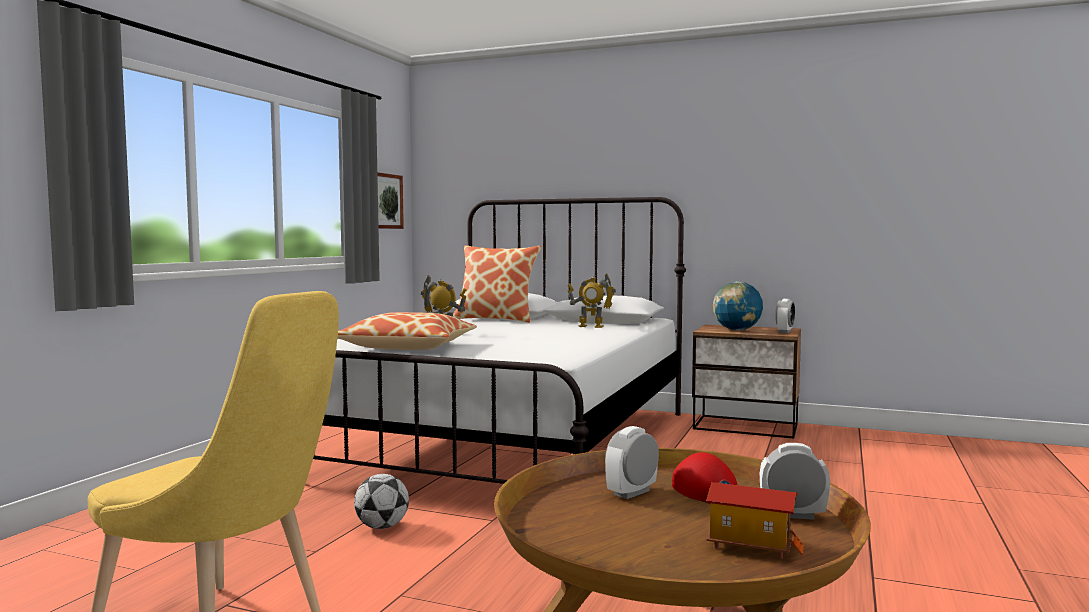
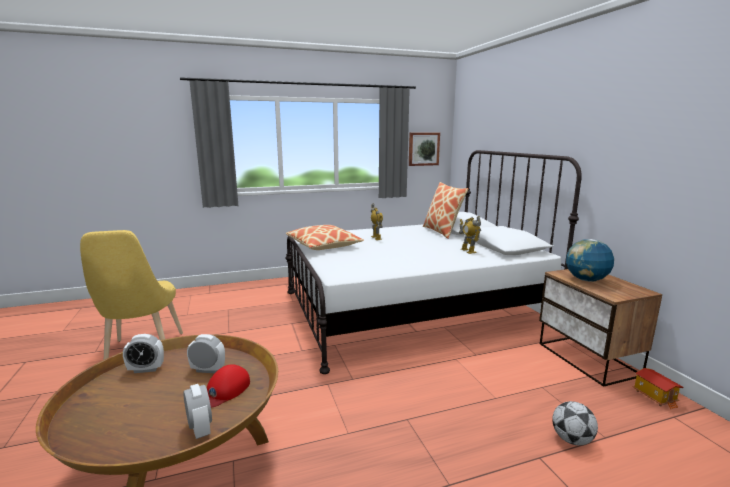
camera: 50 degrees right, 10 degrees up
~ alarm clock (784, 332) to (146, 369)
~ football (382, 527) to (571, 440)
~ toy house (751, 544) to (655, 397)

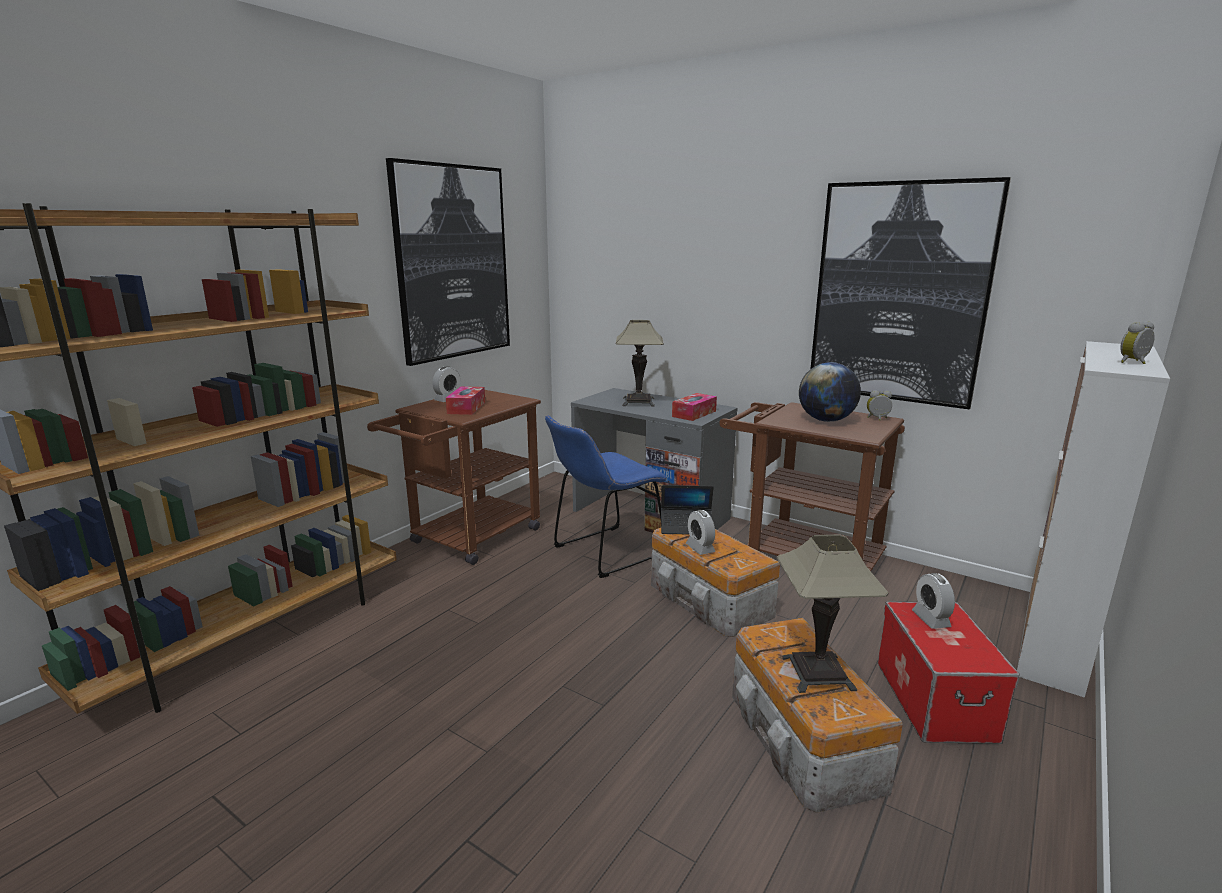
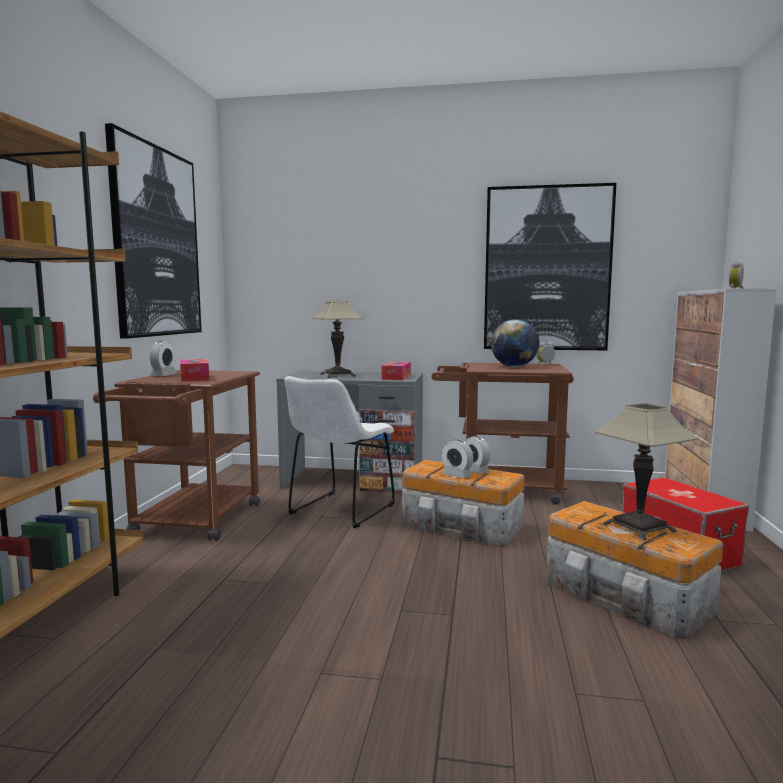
camera: 25 degrees left, 10 degrees down
~ chair in blue (604, 553) to chair in white (339, 511)
- laptop (686, 527)
~ alarm clock (930, 619) to (475, 471)

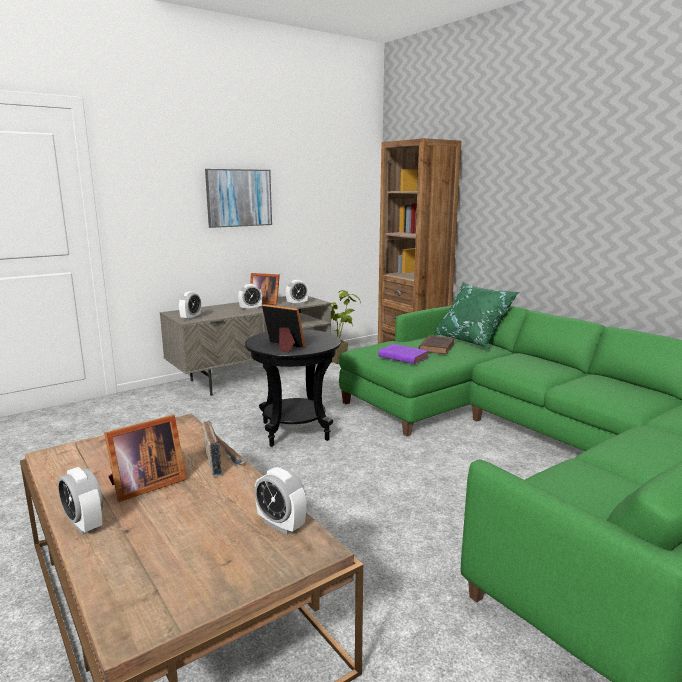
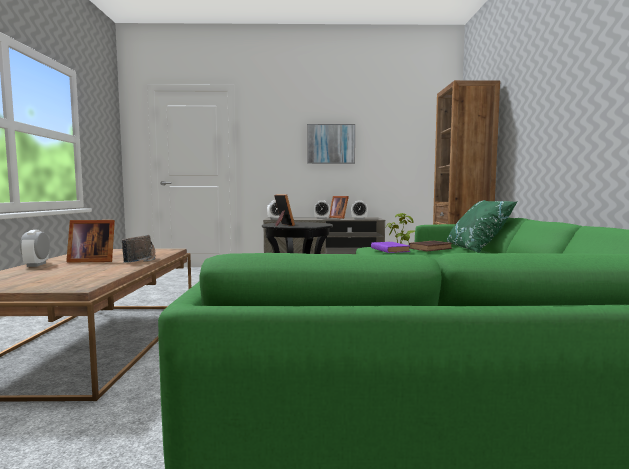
camera: 35 degrees right, 10 degrees down
- alarm clock (281, 524)

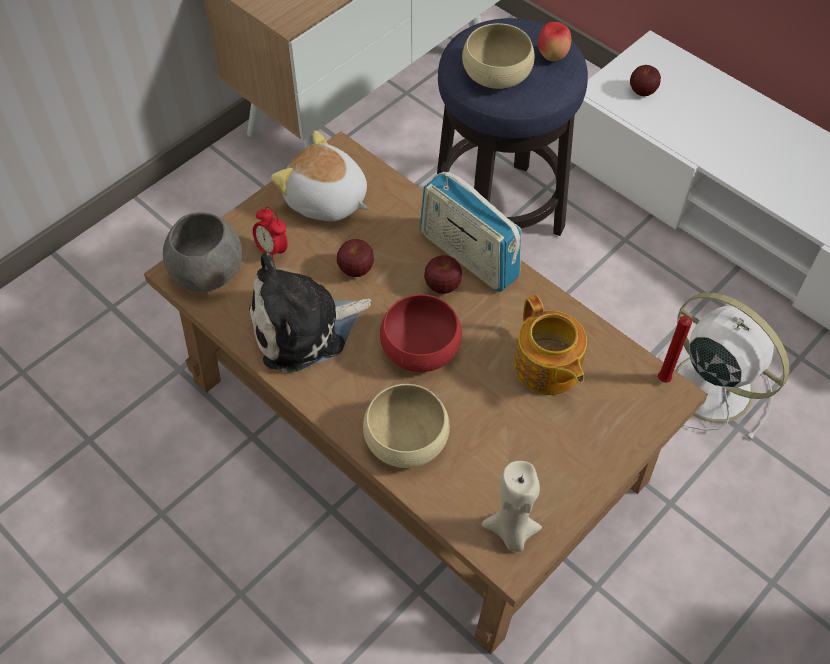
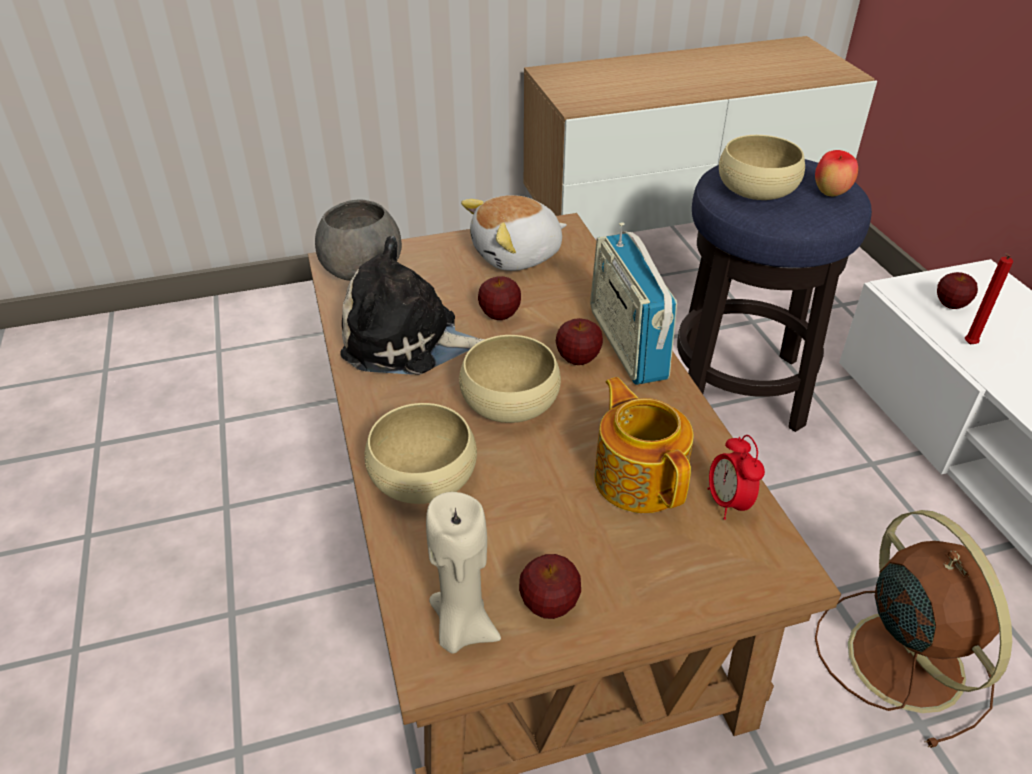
camera: 30 degrees right, 15 degrees down
~ plush toy (326, 200) = (517, 255) 90 degrees counterclockwise
~ alarm clock (272, 250) to (728, 502)
~ fan in white (709, 385) to fan in brown (902, 656)
~ bowl in red (420, 347) to bowl in beige (509, 401)
~ teapot (547, 368) = (639, 477) 150 degrees clockwise
~ candle in red (663, 381) to (968, 345)
+ apple (550, 604)

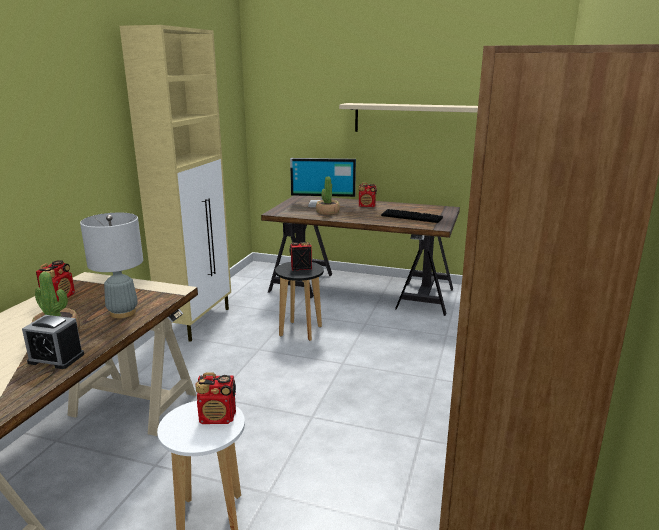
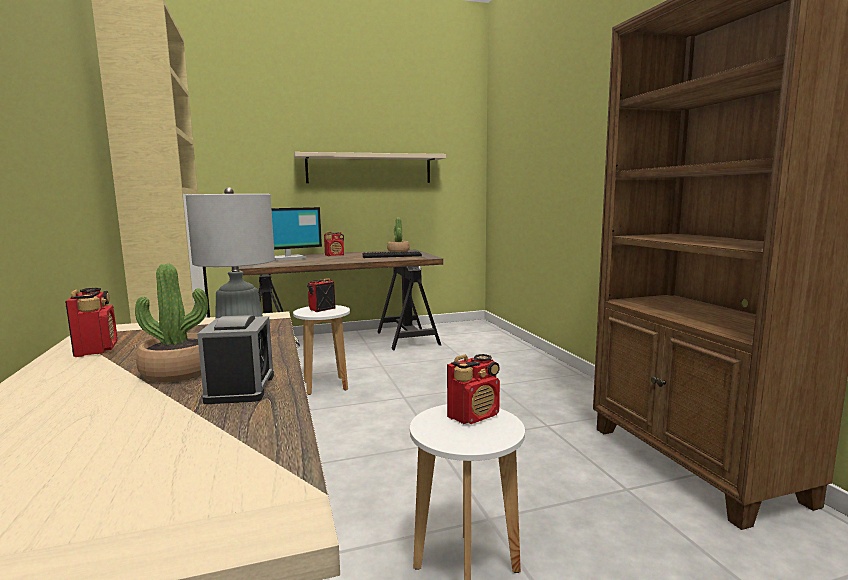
camera: 35 degrees left, 10 degrees down
~ potted plant (327, 212) to (398, 251)
~ stool in black (300, 331) to stool in white (325, 386)
~ alarm clock (56, 358) = (240, 388) 75 degrees counterclockwise

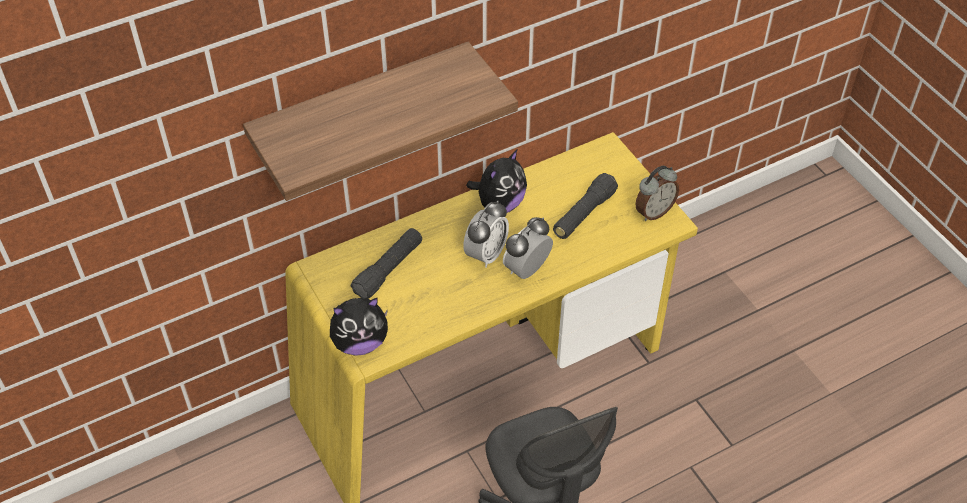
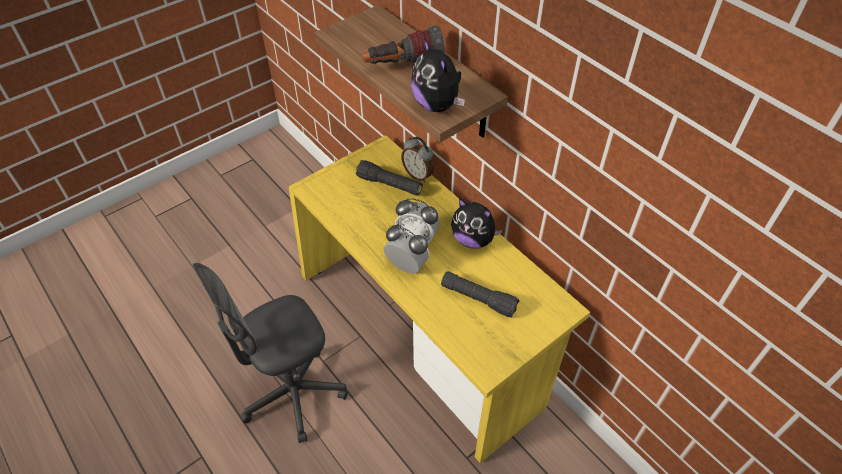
camera: 80 degrees right, 0 degrees up
~ alarm clock (653, 212) to (418, 175)
~ plush toy (360, 342) to (437, 105)
+ flashlight (403, 66)

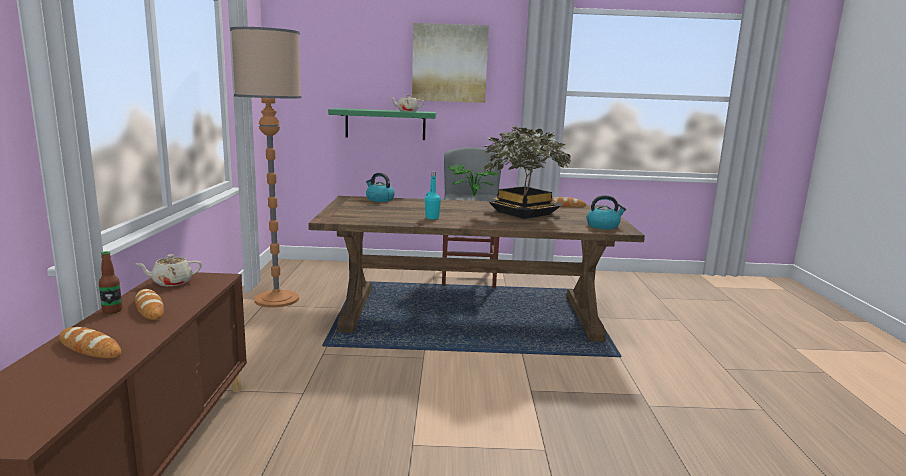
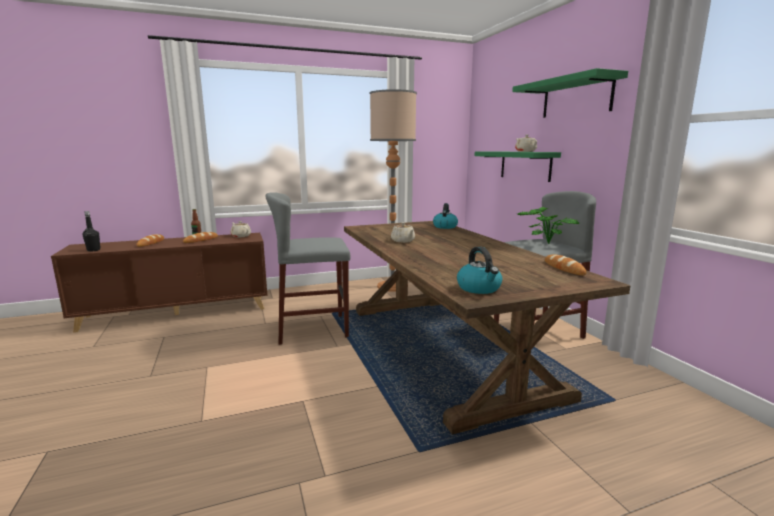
camera: 70 degrees right, 0 degrees up
~ picture (449, 63) to shelf in green (576, 97)
- potted plant (523, 213)
~ bottle in turquoise (432, 218) to teapot in beige (403, 241)
+ stool in grey (313, 329)
+ bottle in black (93, 250)

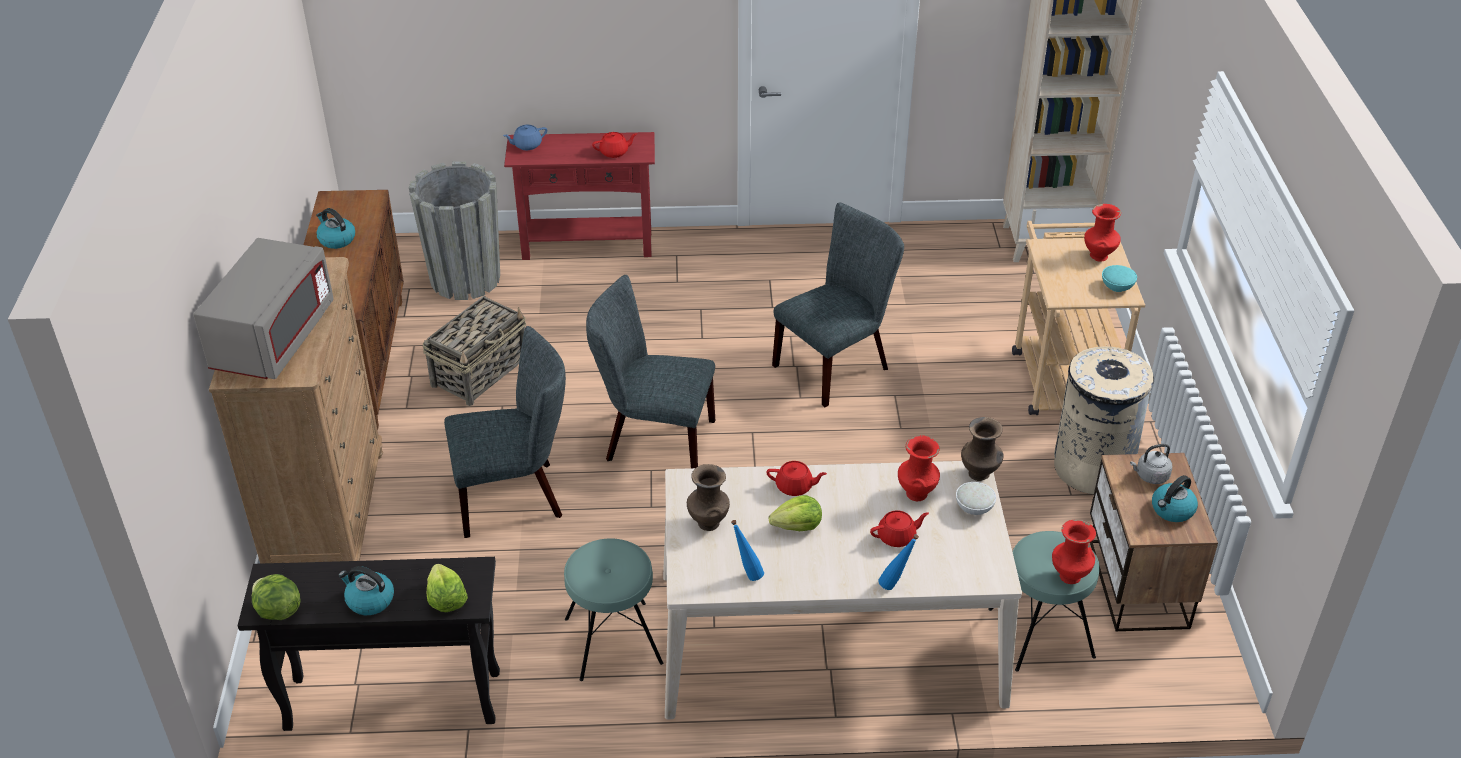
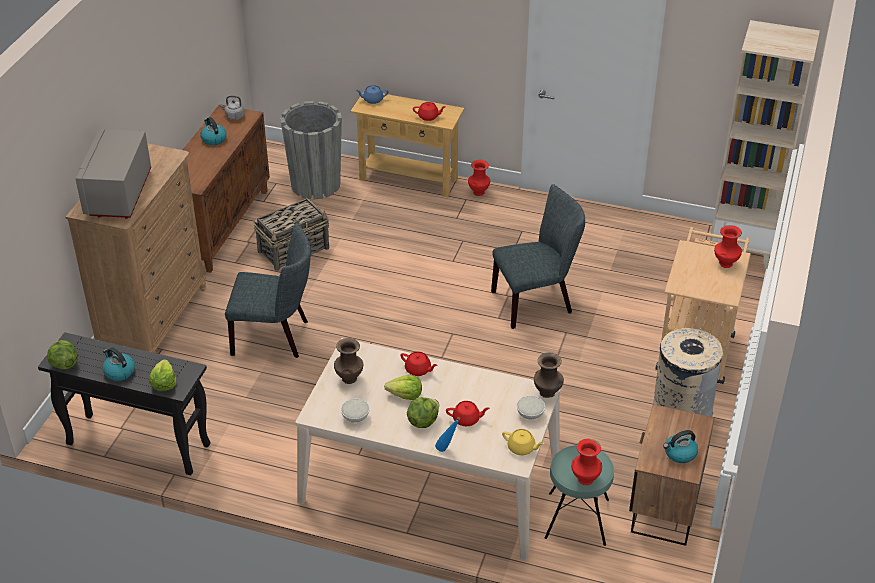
camera: 20 degrees right, 0 degrees up
~ console table in red (587, 245) to console table in beige (408, 179)
~ microwave in grey (274, 339) = (118, 194) 150 degrees clockwise
- bowl in turquoise (1117, 287)
- chair in grey (653, 440)
~ vase in red (916, 493) to (478, 192)
~ kettle in grey (1150, 476) to (233, 116)
~ bottle in blue (747, 573) to bowl in white (355, 417)
- stool in turquoise (613, 640)
+ lettuce (423, 421)
+ teapot in yellow (521, 448)

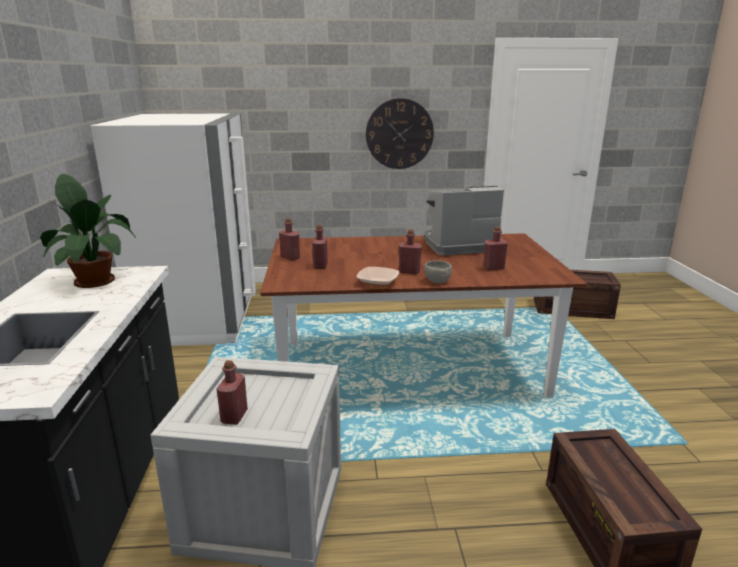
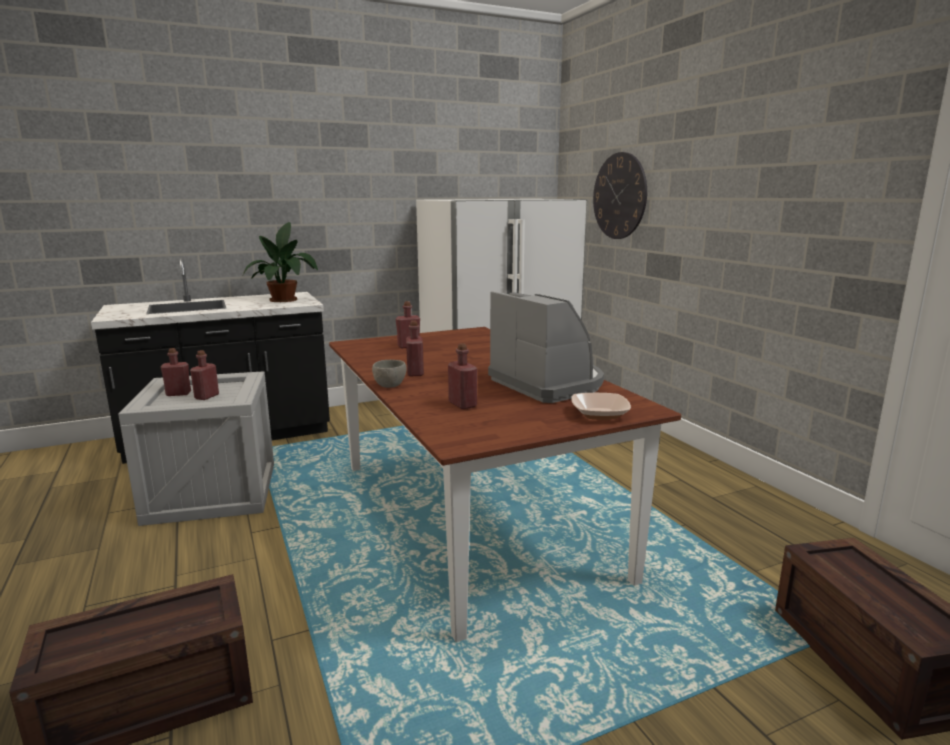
camera: 70 degrees right, 5 degrees down
~ wall clock (399, 134) to (619, 196)
~ bottle in red (290, 257) to (207, 396)
~ bowl (378, 282) to (599, 414)

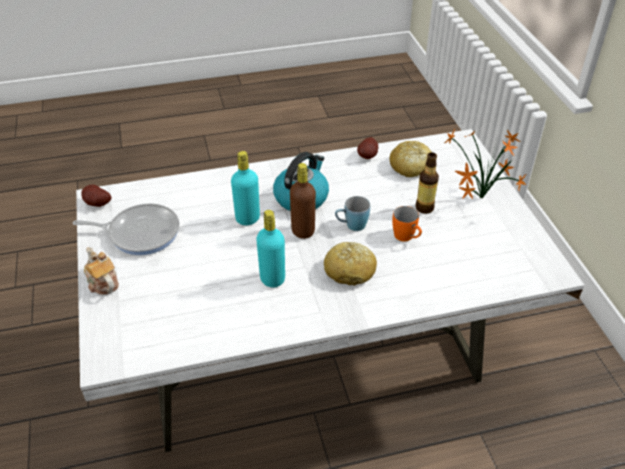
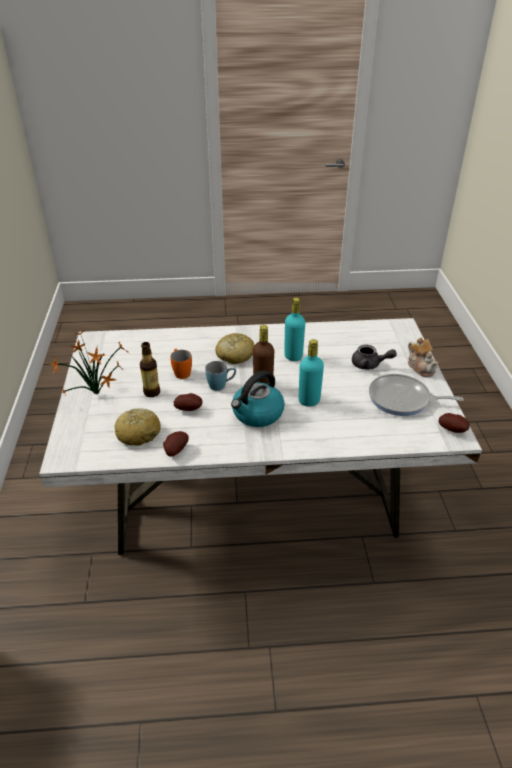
camera: 170 degrees left, 5 degrees down
+ teapot in grey (369, 365)
+ potato (189, 409)

